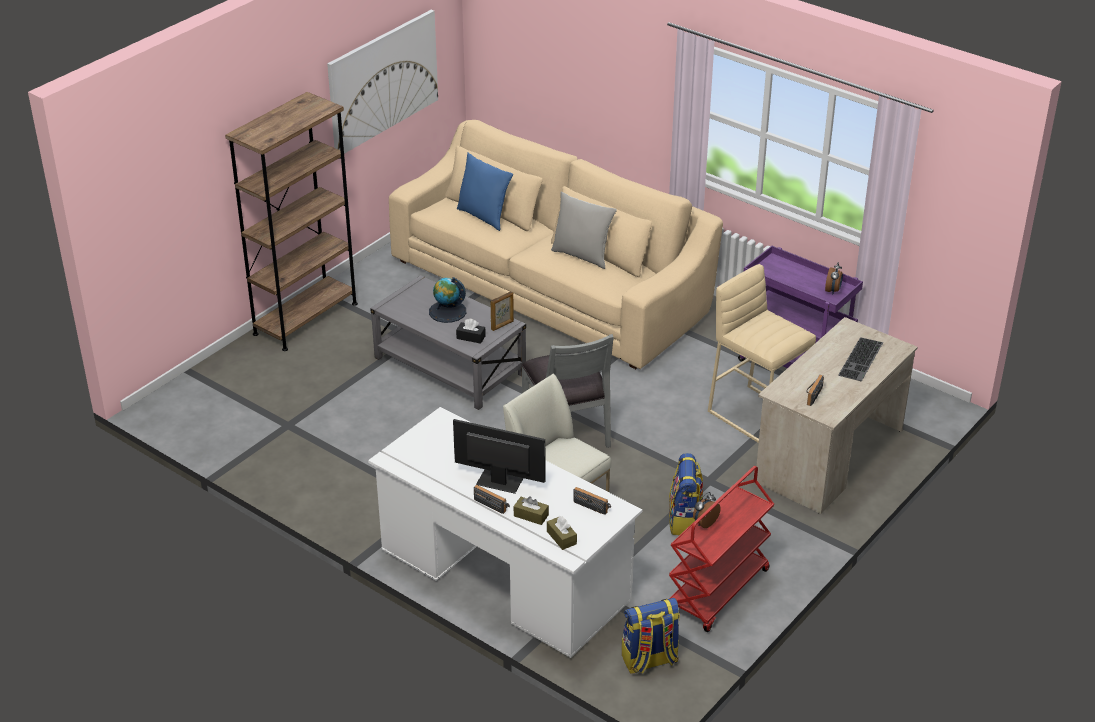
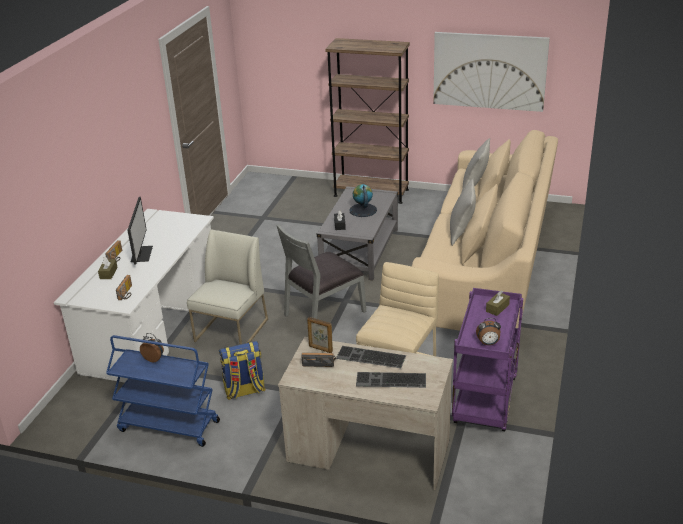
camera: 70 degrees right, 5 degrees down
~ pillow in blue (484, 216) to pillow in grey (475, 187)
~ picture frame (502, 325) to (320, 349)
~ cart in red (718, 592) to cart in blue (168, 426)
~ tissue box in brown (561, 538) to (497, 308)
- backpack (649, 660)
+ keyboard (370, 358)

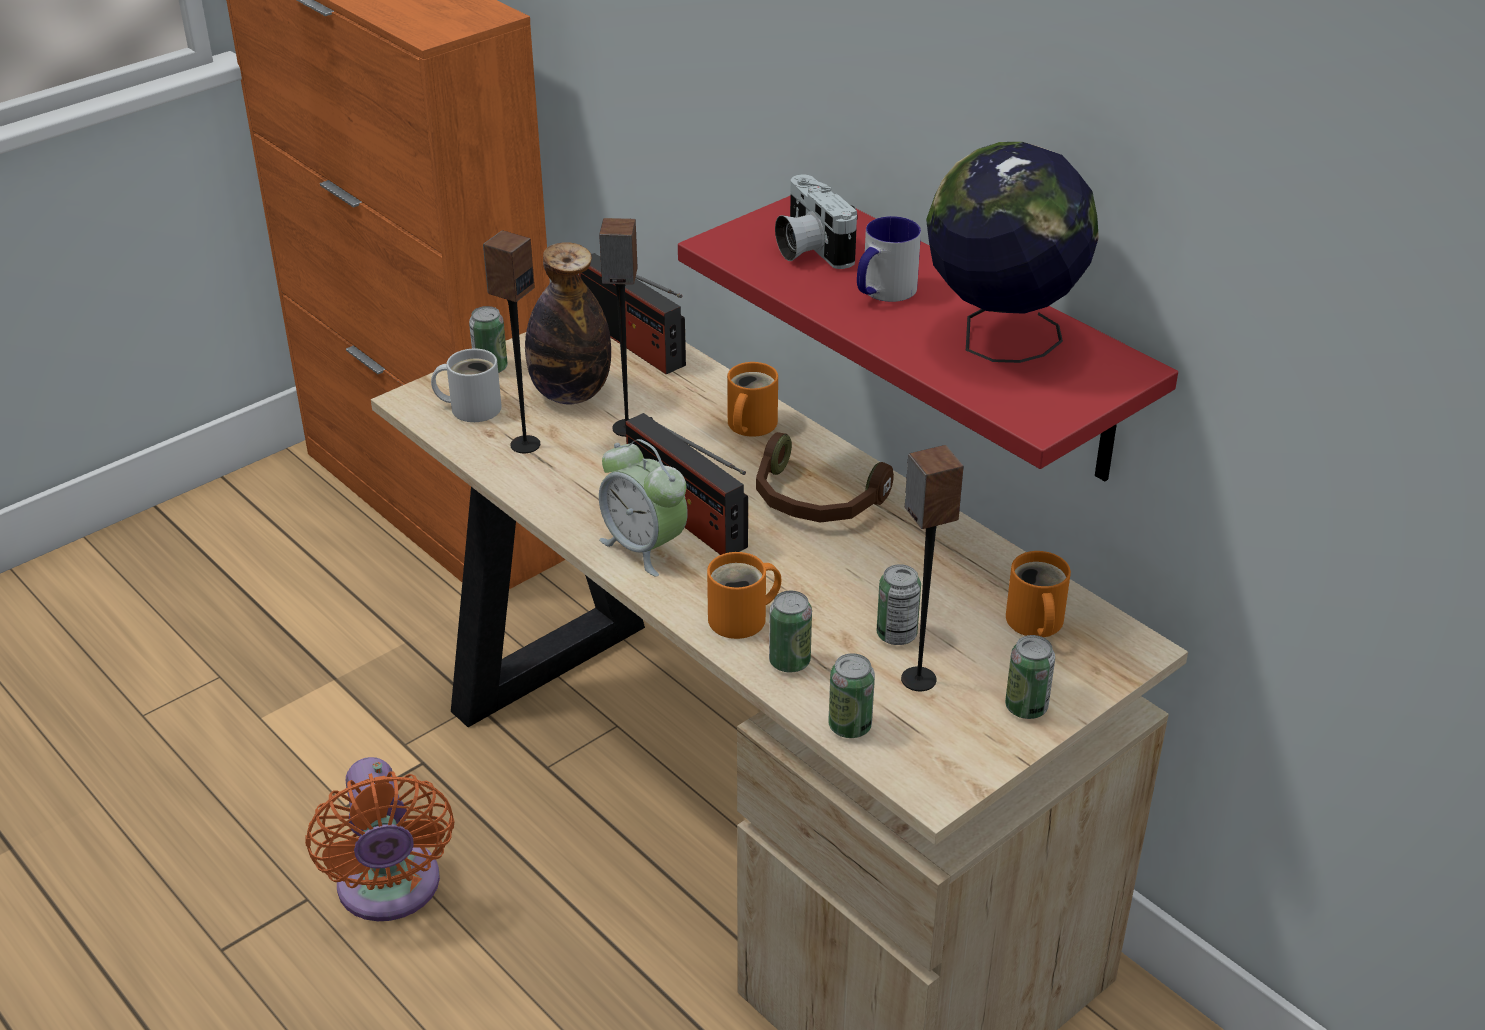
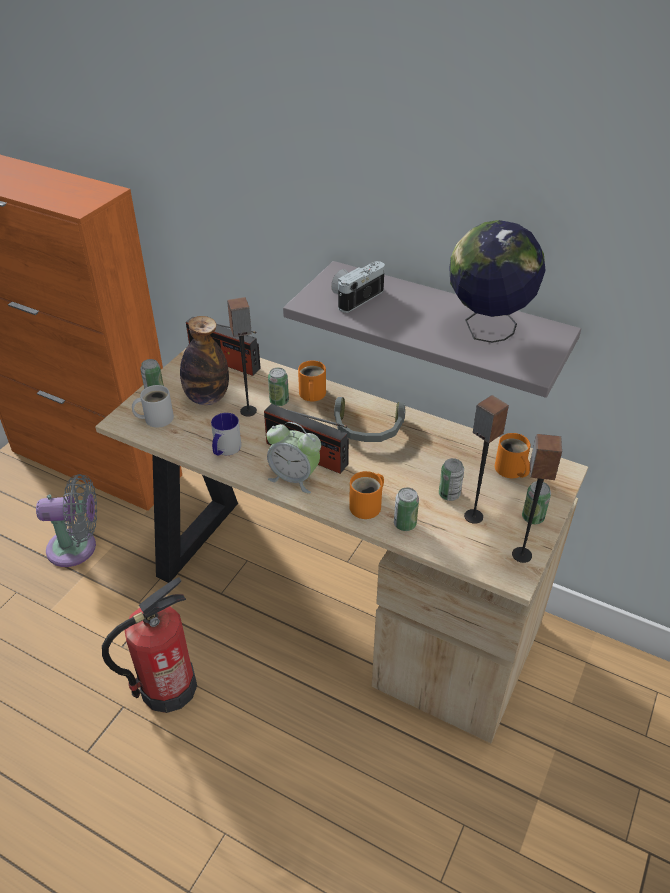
camera: 20 degrees left, 5 degrees up
~ photo camera (808, 248) = (355, 297) 90 degrees clockwise
~ shelf in red (974, 337) to shelf in grey (446, 327)
~ mug (882, 292) to (225, 450)
~ speaker (524, 444) to (521, 555)
~ headphones in brown (814, 500) to headphones in grey (367, 429)
~ can (849, 726) to (279, 401)
~ fan in orange (390, 891) to fire extinguisher (167, 687)
+ fan in grey (77, 548)

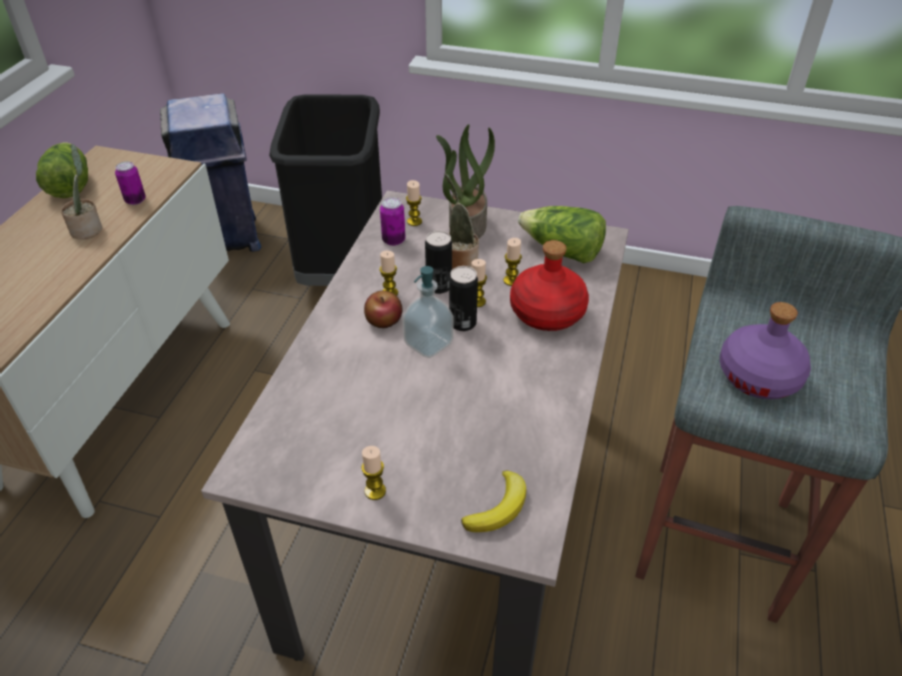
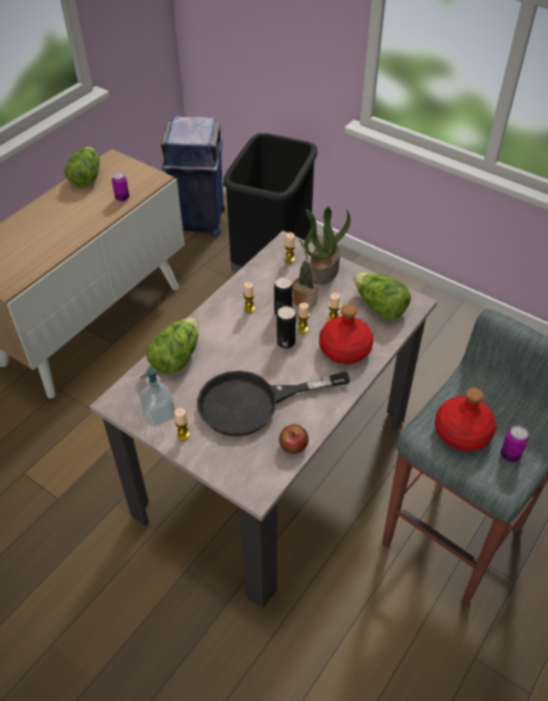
camera: 20 degrees right, 5 degrees up
- potted plant (88, 229)
~ can (393, 240) to (510, 455)
~ soap dispenser (428, 343) to (159, 414)
~ apple (384, 320) to (293, 445)
~ bottle in purple (759, 376) to bottle in red (463, 432)
- banana (498, 507)
+ lettuce (176, 356)
+ frying pan in black (253, 403)

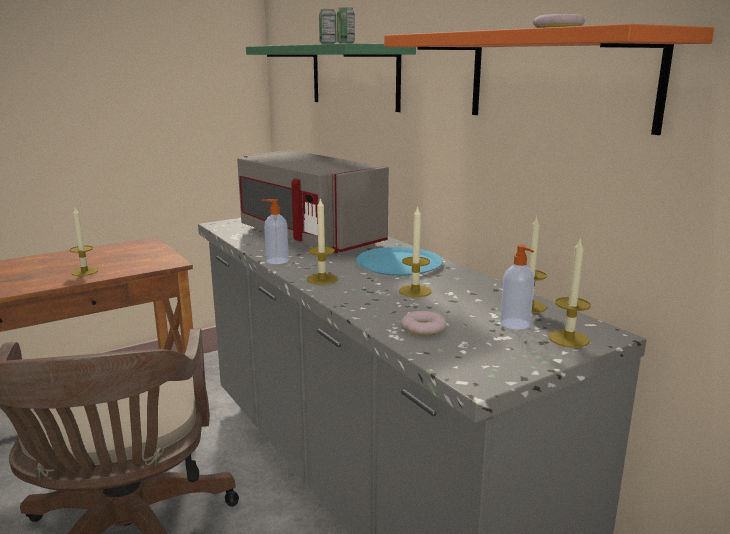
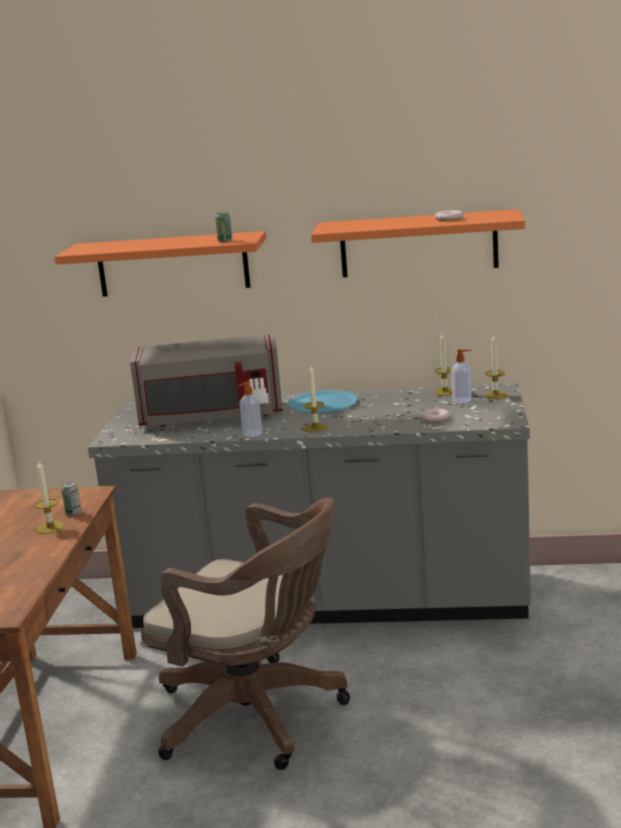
camera: 50 degrees left, 0 degrees up
~ can (328, 44) to (73, 513)
~ shelf in green (353, 76) to shelf in orange (173, 264)
- candle (415, 291)

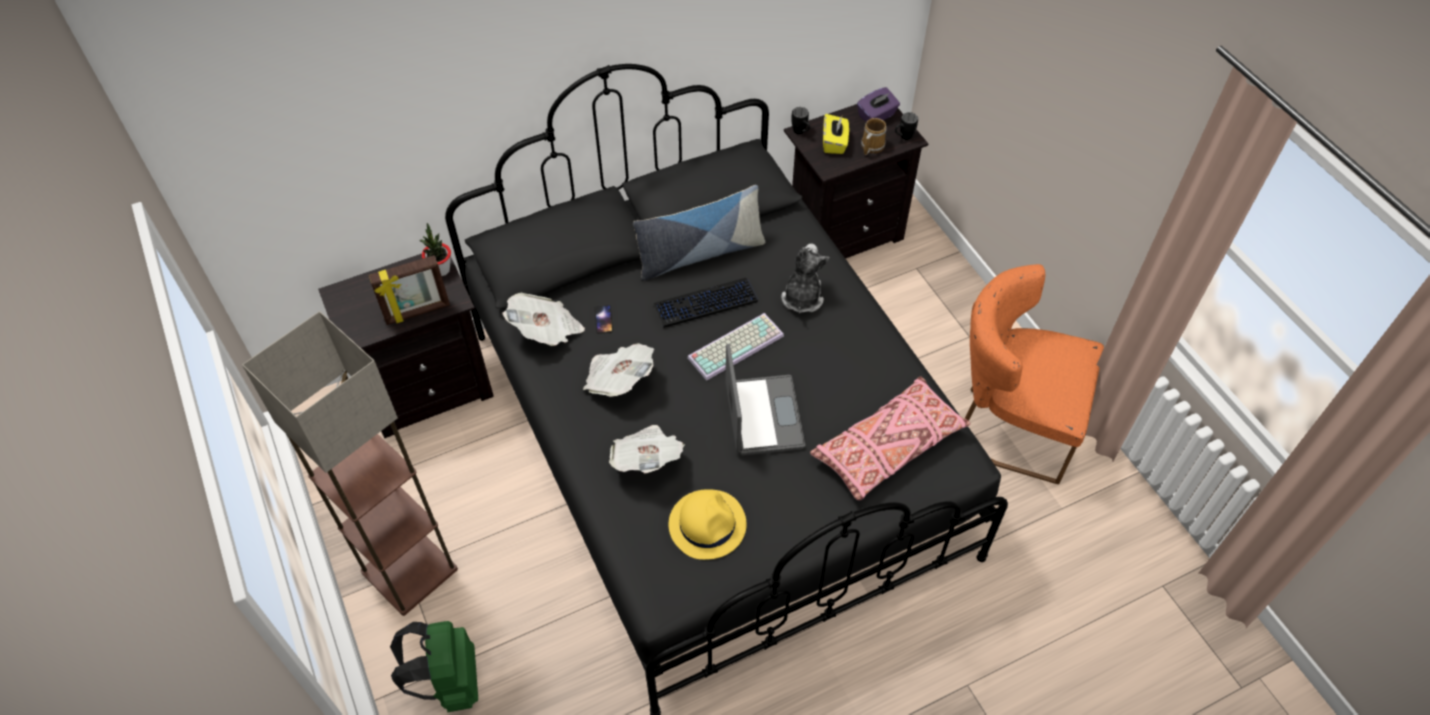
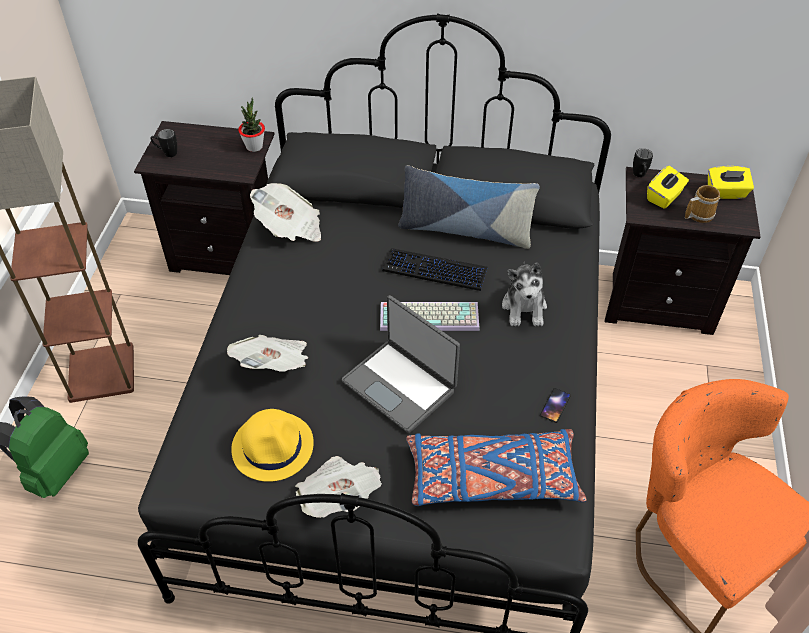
camera: 35 degrees right, 5 degrees down
~ tissue box in purple (877, 116) to tissue box in yellow (726, 193)
~ mug in black (903, 137) to (167, 153)
~ plush toy (802, 297) = (524, 307) 135 degrees clockwise
- picture frame (417, 312)
~ phone (603, 319) to (555, 405)
~ newspaper (619, 380) to (338, 496)
~ laptop (762, 416) = (400, 385) 105 degrees clockwise
~ pillow in pink (888, 447) to pillow in blue (492, 478)

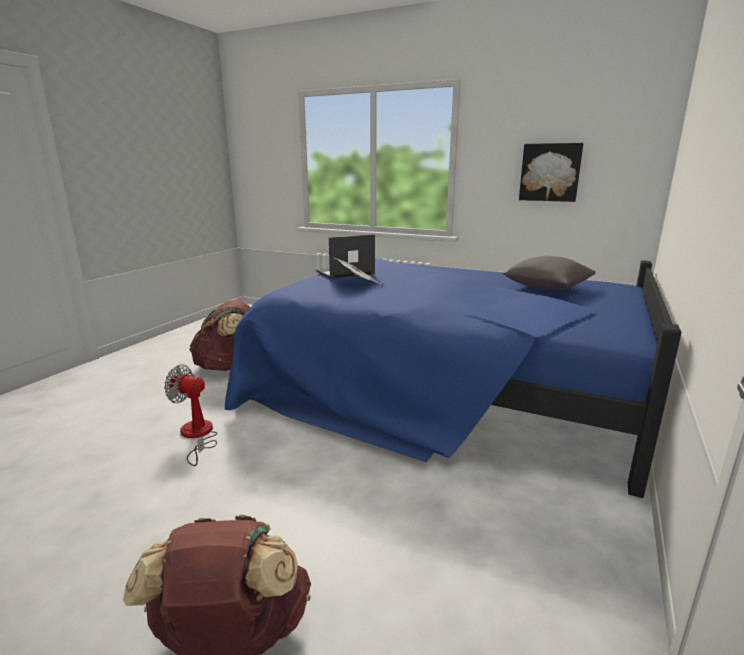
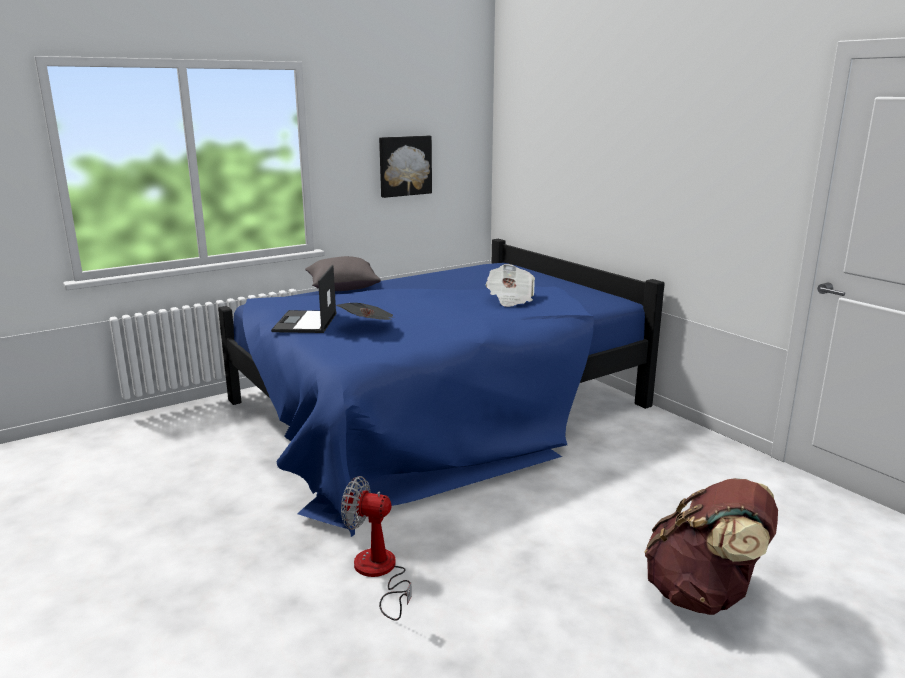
camera: 60 degrees left, 0 degrees up
~ pillow in grey (546, 287) to (342, 288)
- backpack in brown (226, 366)
~ fan (197, 436) = (379, 573) 60 degrees clockwise
+ newspaper (510, 299)

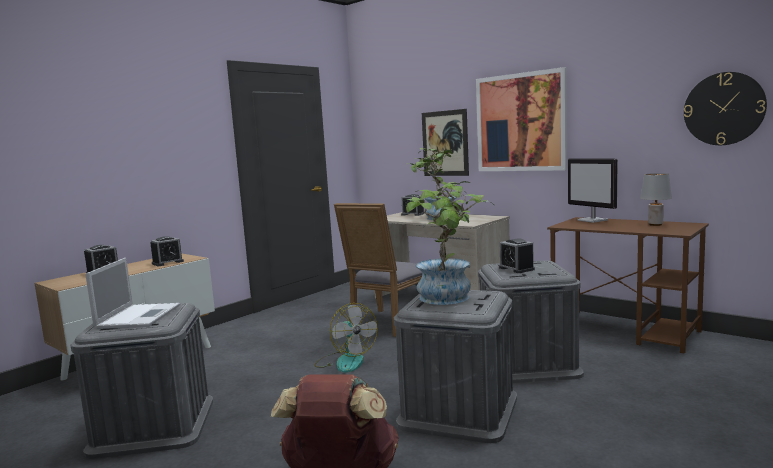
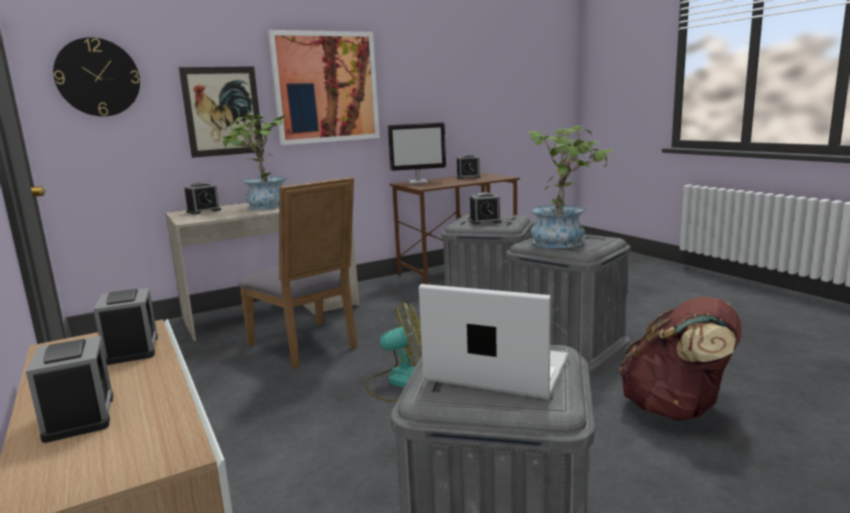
camera: 70 degrees left, 5 degrees up
~ wall clock (723, 109) to (98, 77)
~ table lamp in grey (655, 224) to alarm clock (468, 177)

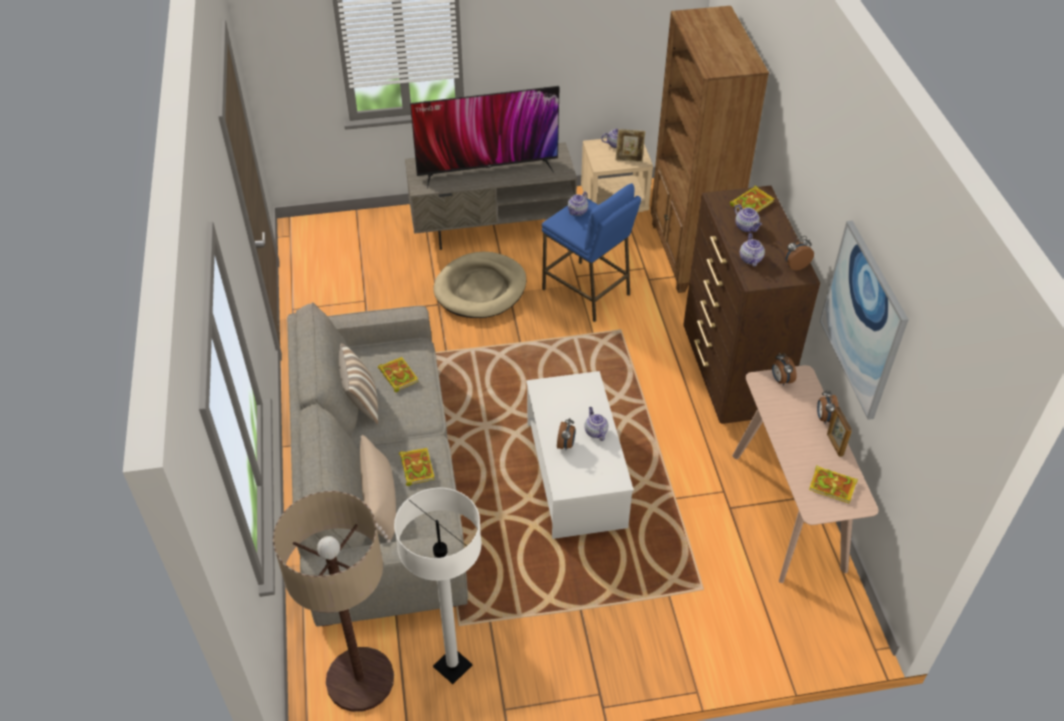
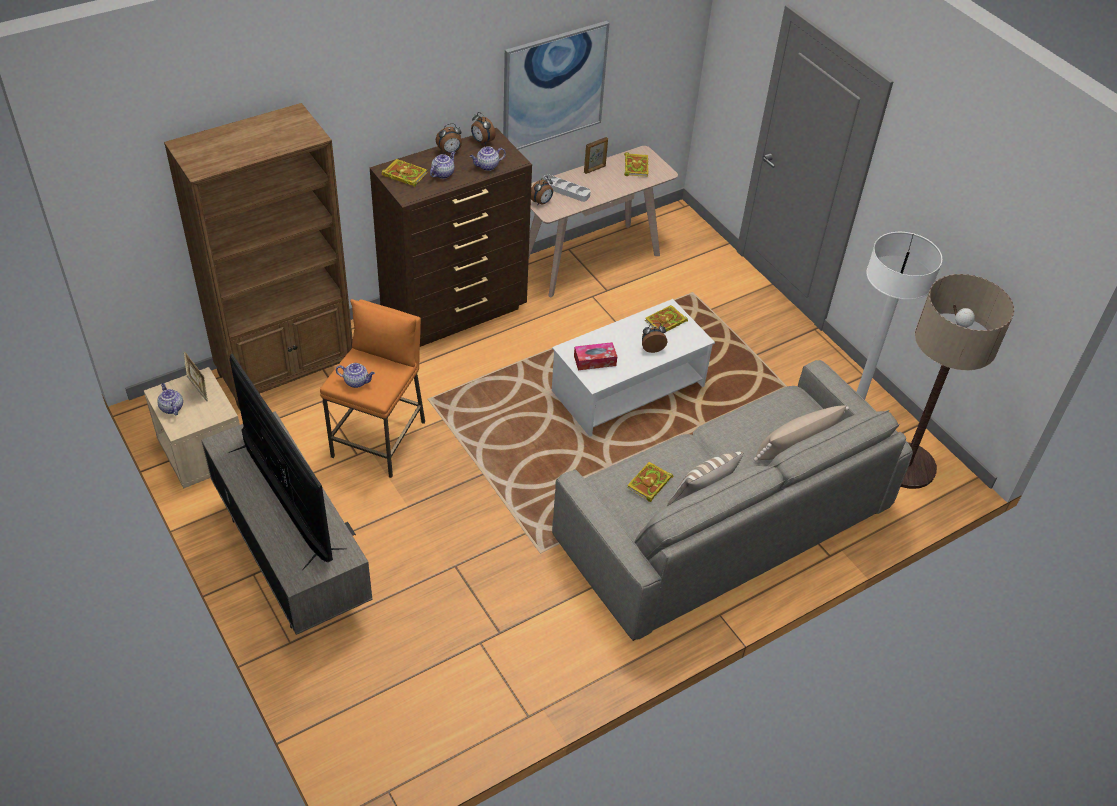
camera: 115 degrees left, 0 degrees up
~ stool in blue (587, 292) to stool in orange (379, 439)
- dog bed in beige (480, 289)
~ alarm clock (824, 418) to (450, 152)
- teapot (595, 431)
~ book (416, 467) to (665, 322)
+ tray in grey (565, 190)
+ tissue box (595, 361)

